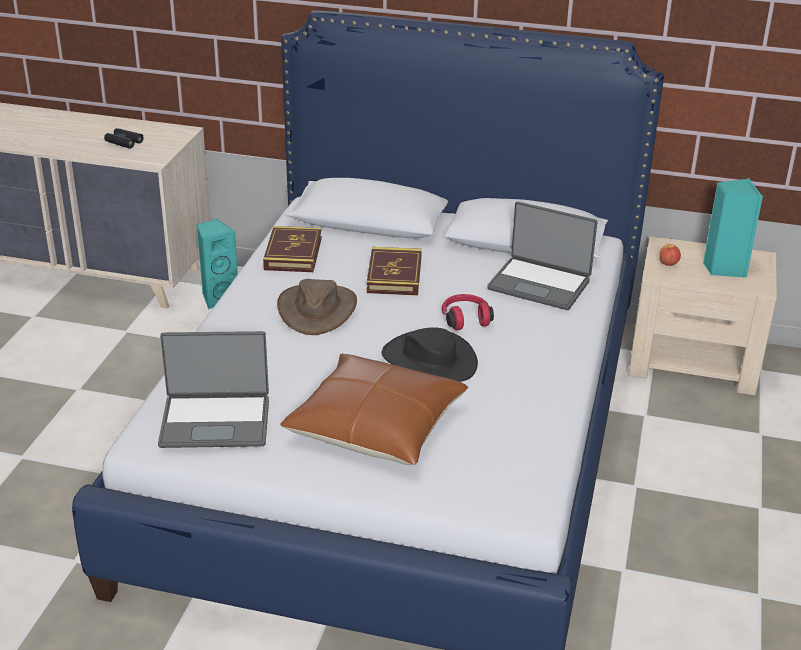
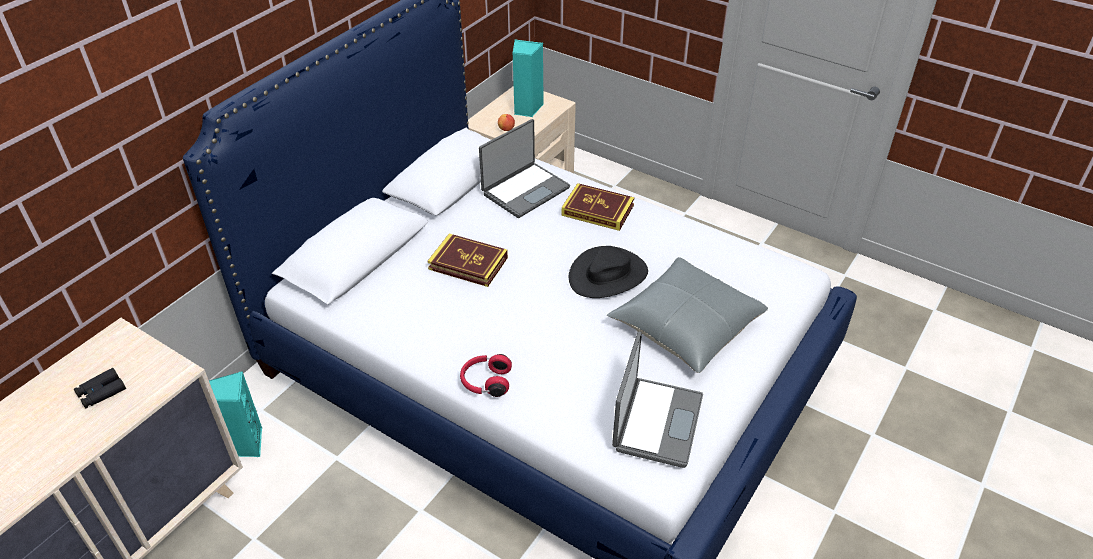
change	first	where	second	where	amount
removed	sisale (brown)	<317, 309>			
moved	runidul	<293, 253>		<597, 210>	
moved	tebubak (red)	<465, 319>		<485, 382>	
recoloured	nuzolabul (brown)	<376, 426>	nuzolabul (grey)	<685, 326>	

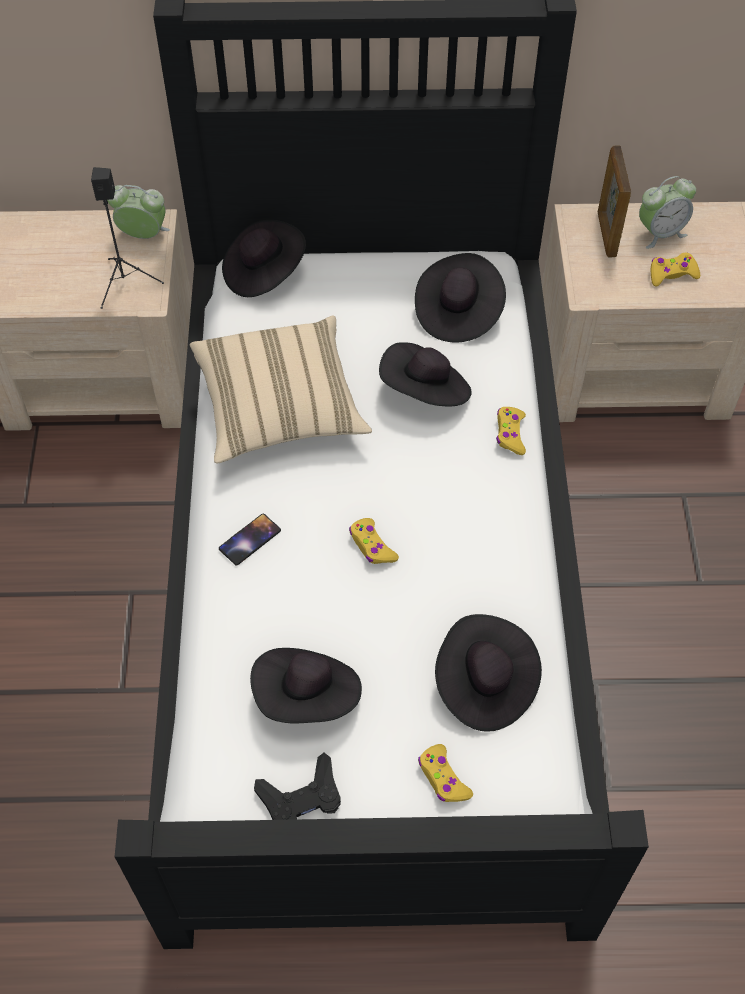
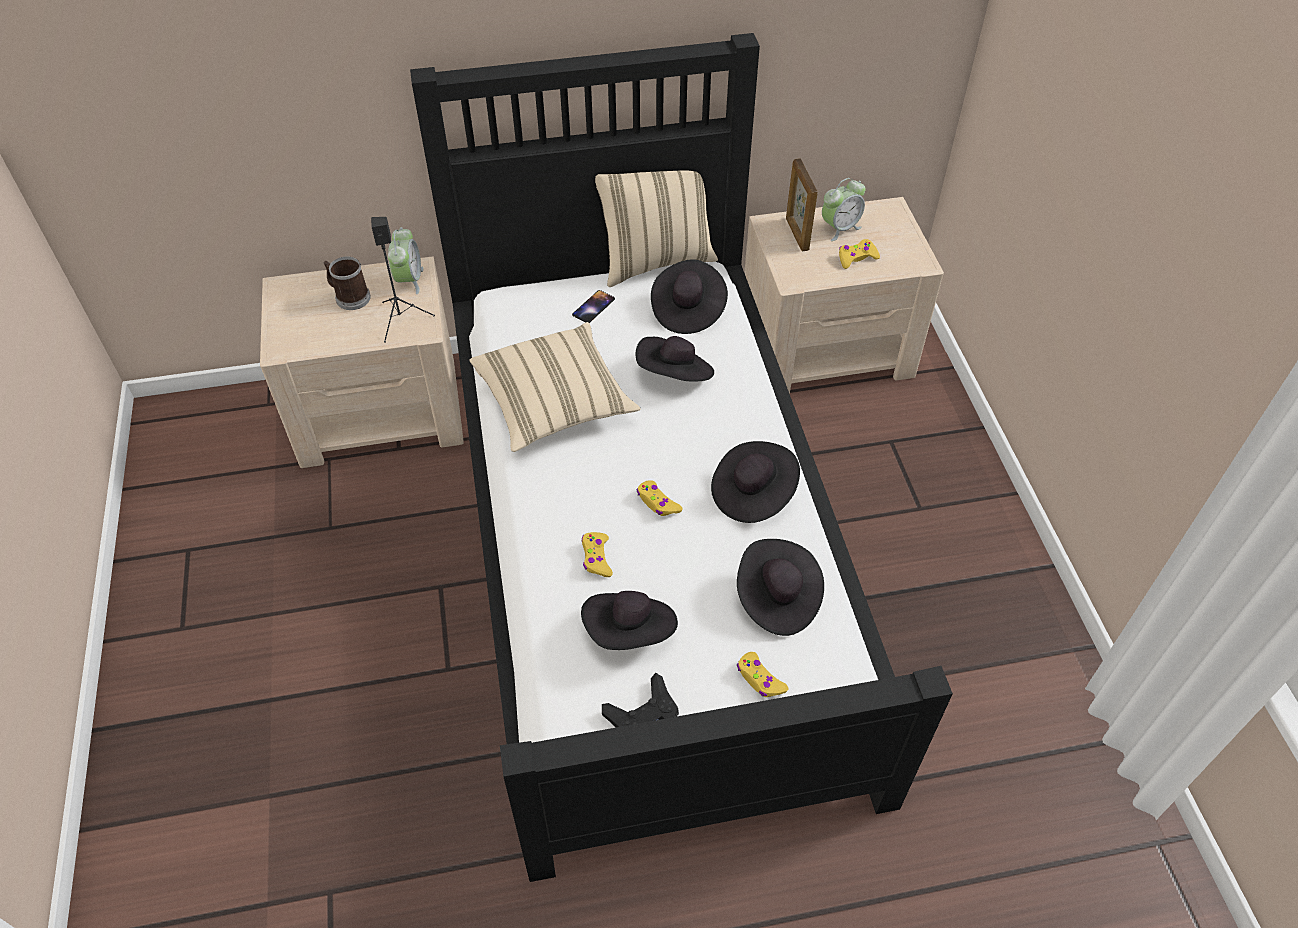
change	first	where	second	where	amount
added			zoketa	<349, 297>	
added			nuzolabul (beige)	<655, 260>	
moved	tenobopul	<249, 539>		<593, 307>	
moved	sisale (black)	<263, 273>		<753, 494>	
moved	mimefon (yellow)	<510, 434>		<596, 558>	
turned	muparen	<143, 235>		<409, 280>	90 degrees clockwise

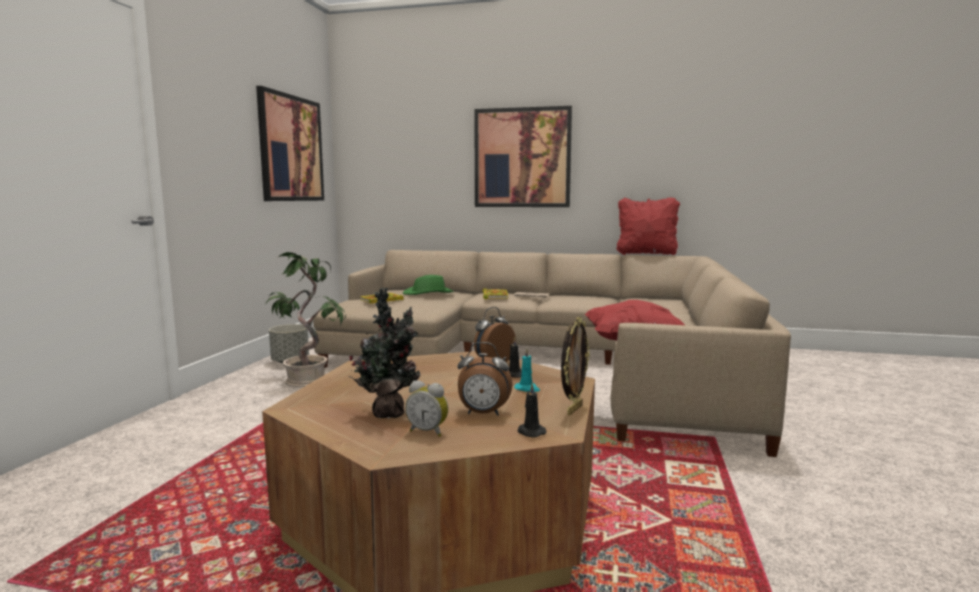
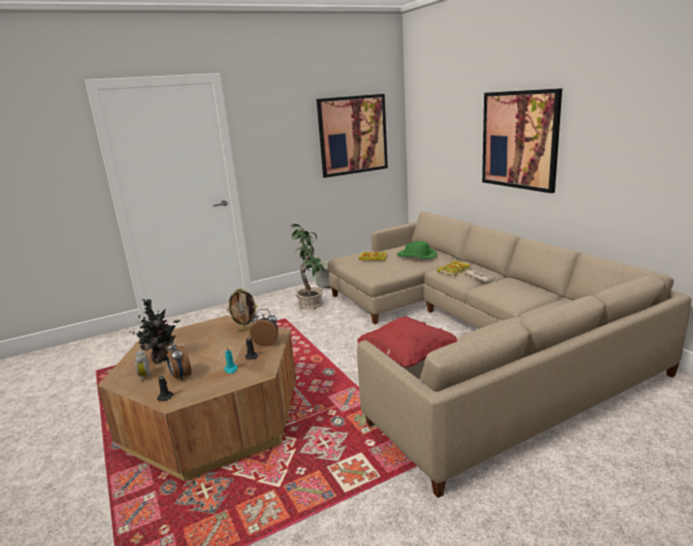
change	first	where	second	where	amount
removed	nuzolabul (red)	<646, 254>			
moved	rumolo	<573, 409>		<245, 330>	

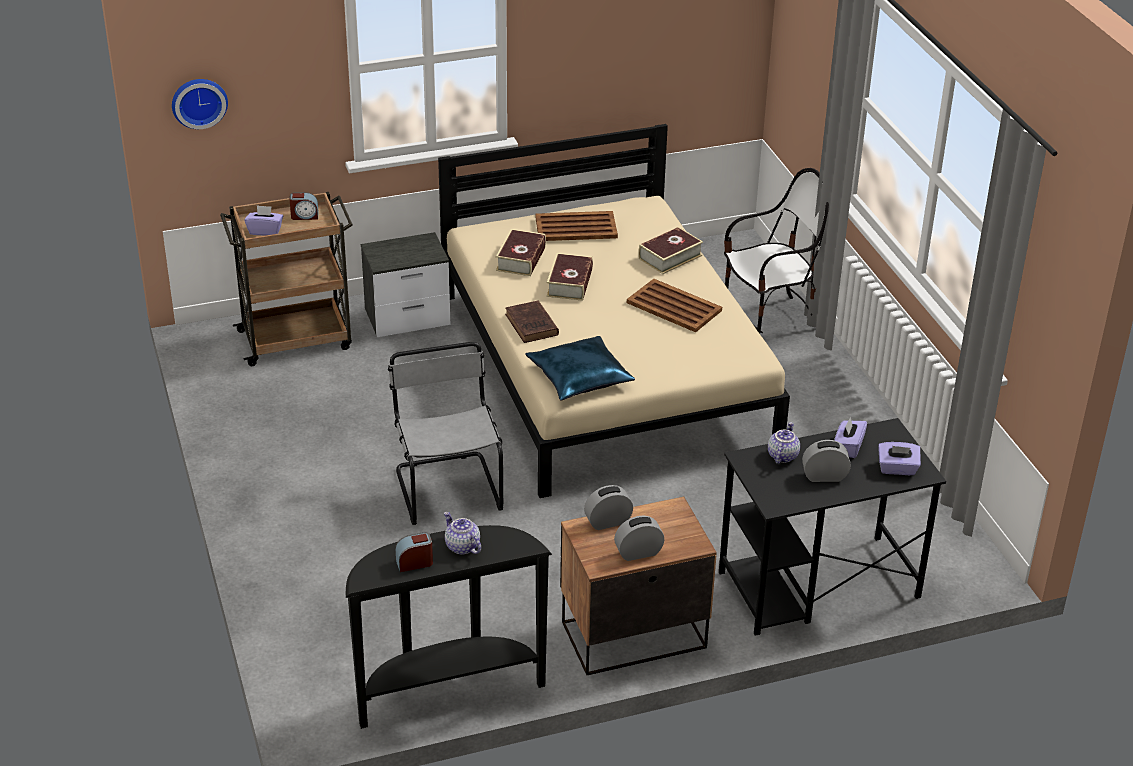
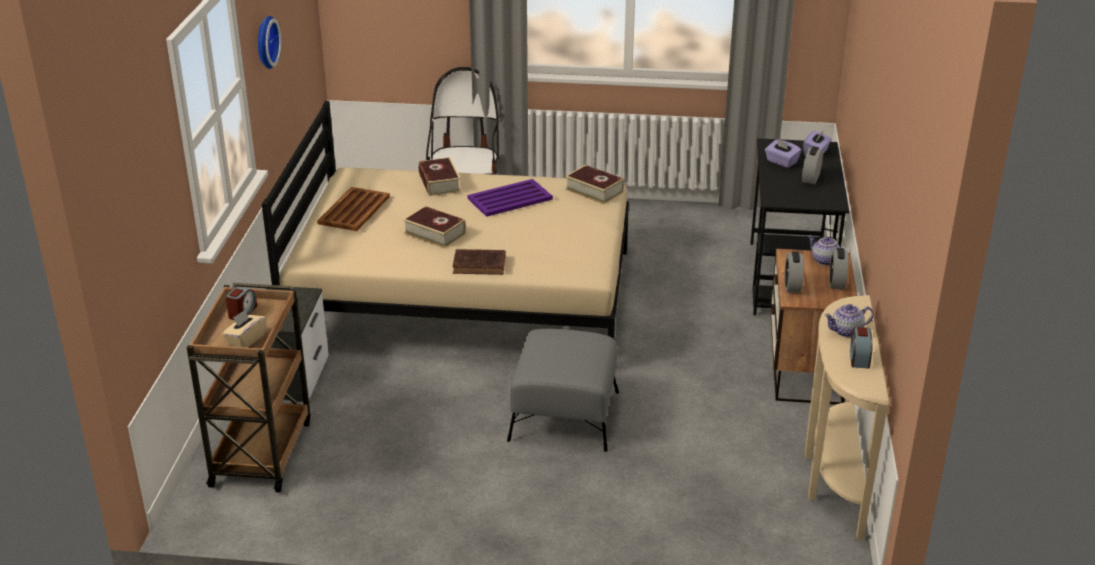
change	first	where	second	where	amount
removed	nuzolabul (blue)	<580, 378>			
moved	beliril	<199, 101>		<264, 42>	
moved	runidul	<521, 259>		<594, 190>	
moved	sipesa	<782, 455>		<824, 261>	
replaced	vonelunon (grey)	<447, 487>	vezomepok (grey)	<565, 415>	
recoloured	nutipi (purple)	<265, 231>	nutipi (beige)	<246, 340>	
recoloured	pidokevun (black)	<447, 689>	pidokevun (beige)	<832, 479>	
recoloured	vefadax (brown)	<673, 306>	vefadax (purple)	<509, 199>	

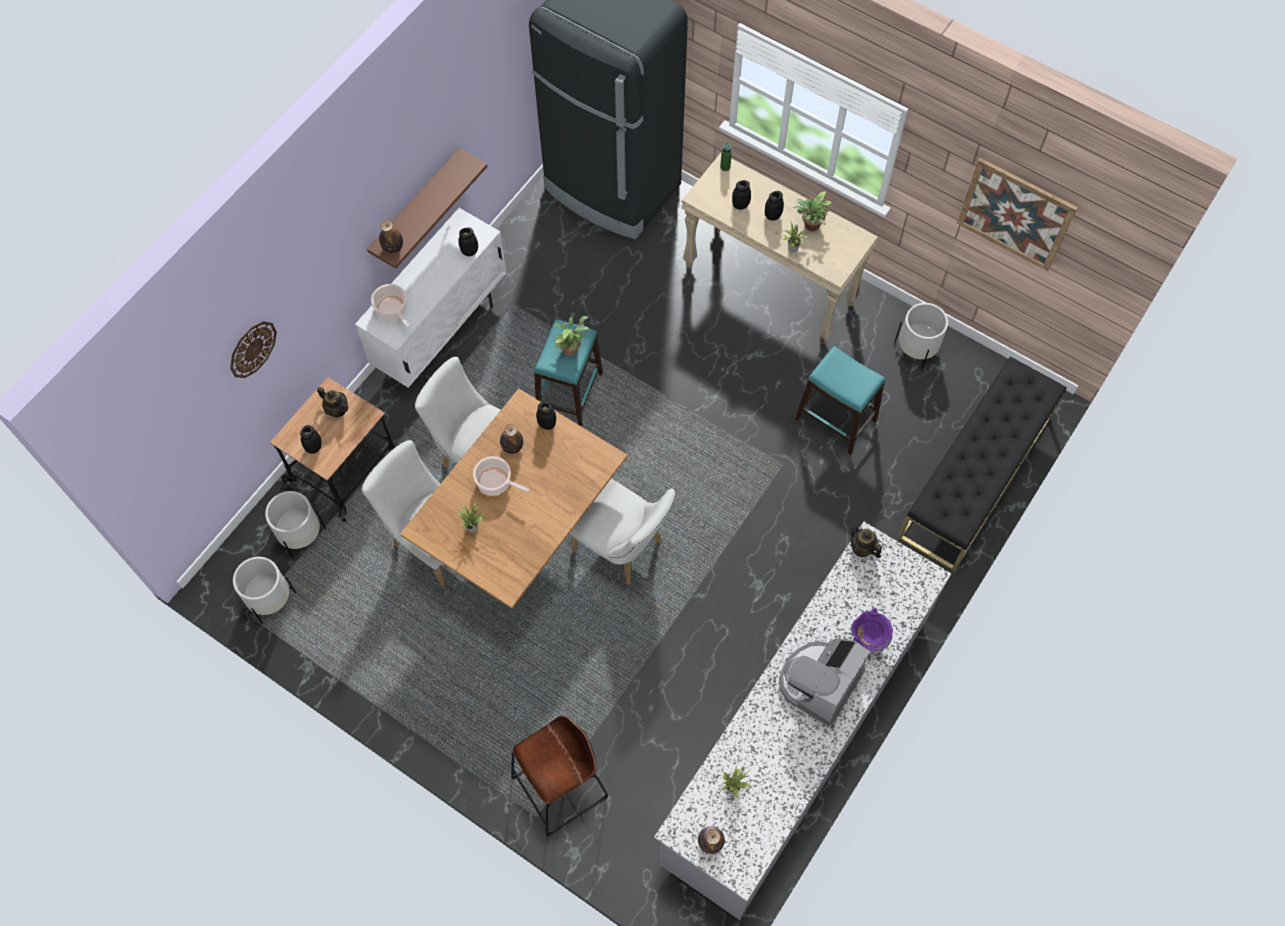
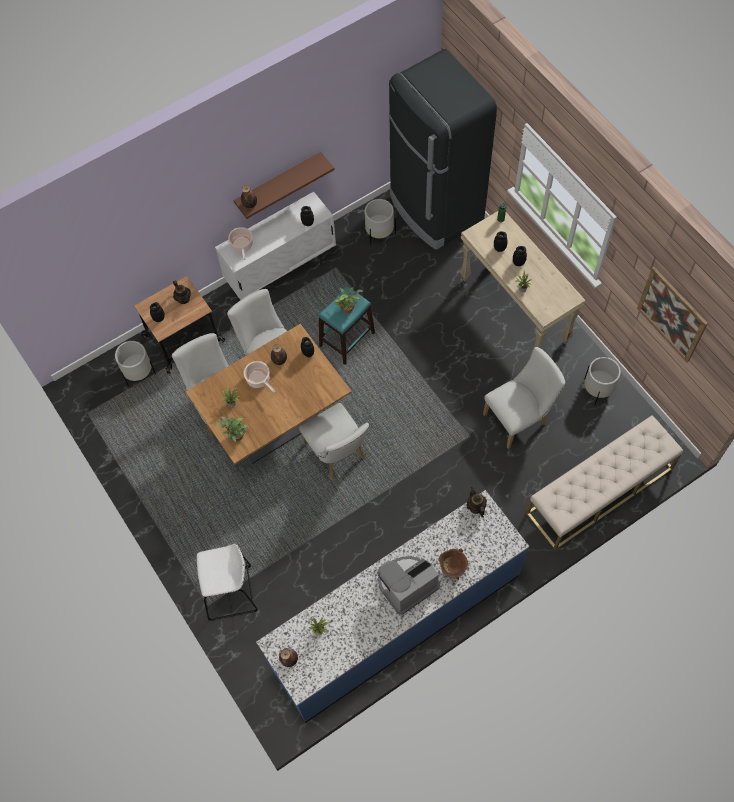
change	first	where	second	where	amount
removed	beliril	<252, 349>			
moved	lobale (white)	<271, 600>		<379, 233>	
moved	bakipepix	<810, 226>		<235, 436>	
replaced	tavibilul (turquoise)	<836, 419>	vonelunon (white)	<519, 418>	
recoloured	tavibilul (brown)	<560, 787>	tavibilul (white)	<230, 593>	
recoloured	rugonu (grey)	<794, 738>	rugonu (blue)	<395, 620>	
recoloured	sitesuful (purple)	<868, 639>	sitesuful (brown)	<452, 568>	
recoloured	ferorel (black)	<975, 476>	ferorel (beige)	<599, 491>	

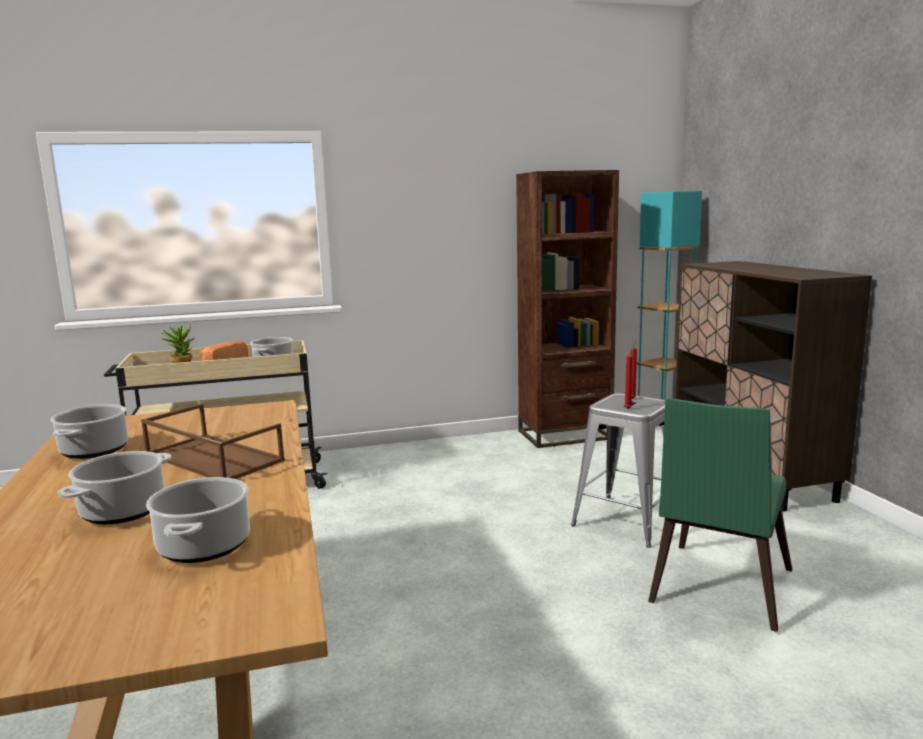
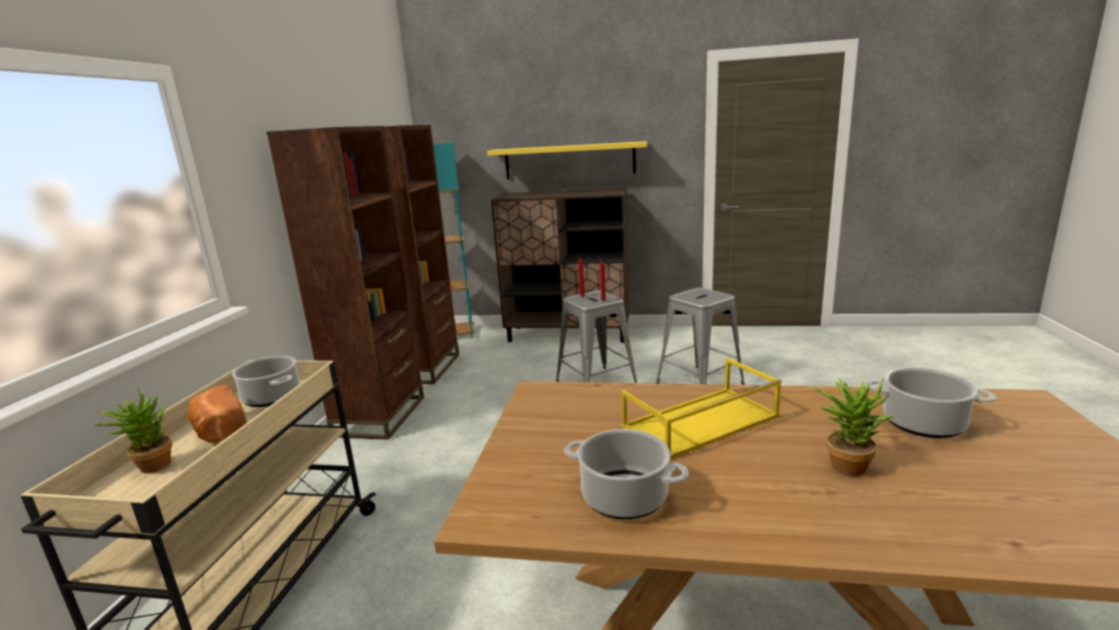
change	first	where	second	where	amount
added			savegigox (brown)	<380, 416>	
added			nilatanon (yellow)	<569, 161>	
replaced	sitesuful	<123, 512>	bakipepix	<845, 463>	
replaced	vonelunon (green)	<717, 590>	tavibilul (grey)	<699, 383>	
recoloured	vefadax (brown)	<211, 458>	vefadax (yellow)	<700, 423>	

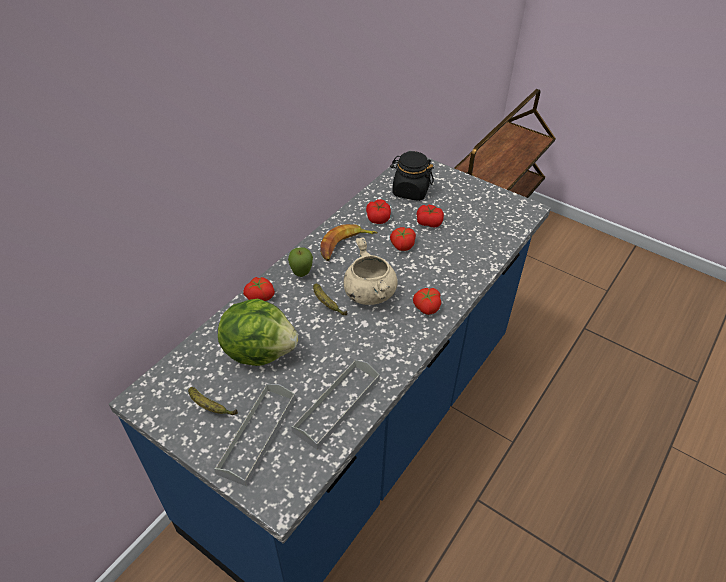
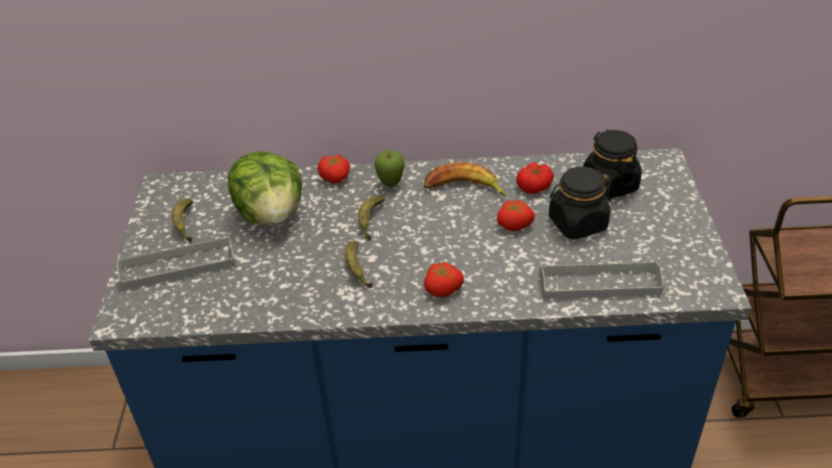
change	first	where	second	where	amount
removed	sitesuful (beige)	<368, 292>			
added			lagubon	<357, 269>	
moved	vefadax (grey)	<337, 405>		<599, 284>	
replaced	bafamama	<429, 222>	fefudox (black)	<577, 223>	

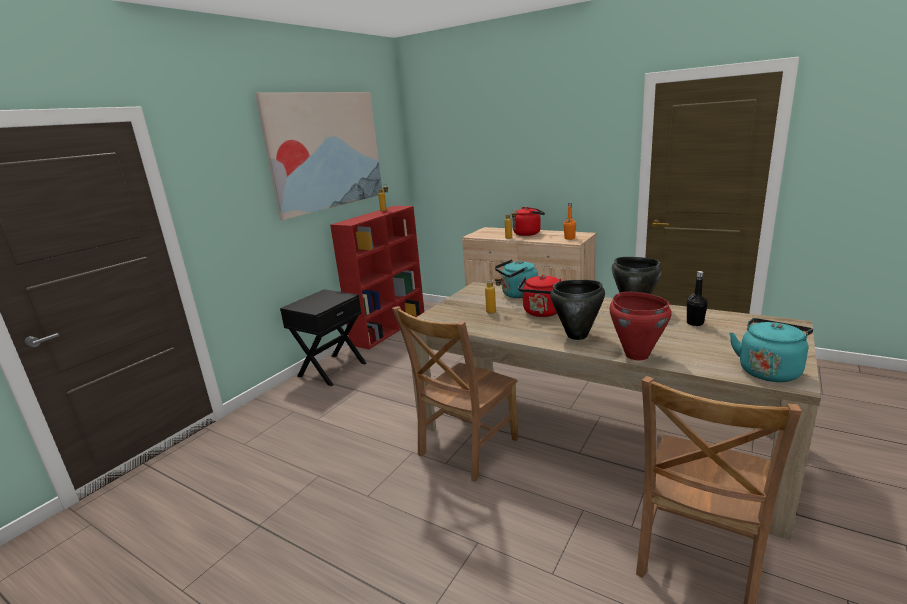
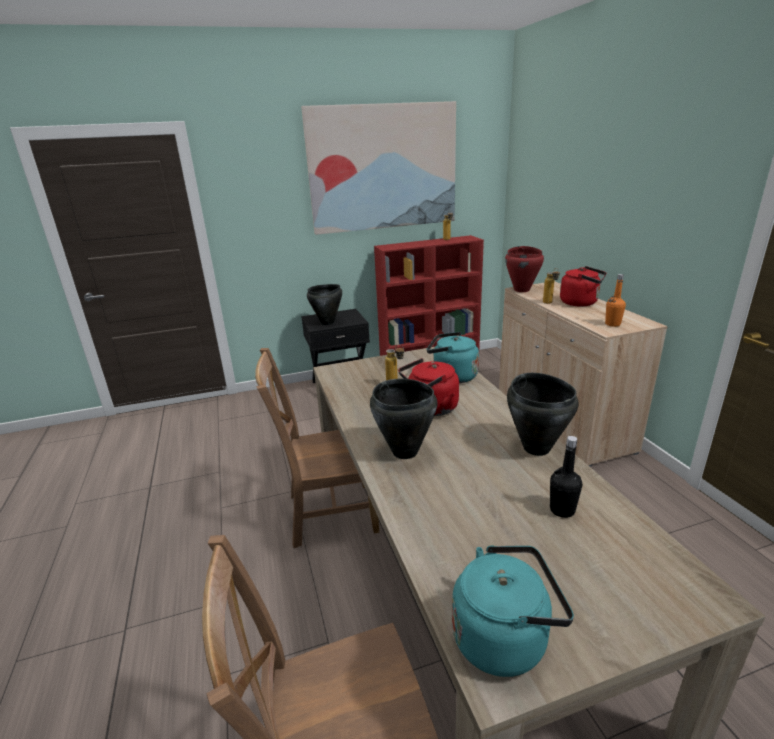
change	first	where	second	where	amount
added			sitesuful (black)	<327, 322>	
moved	sitesuful (red)	<636, 355>		<522, 290>	

